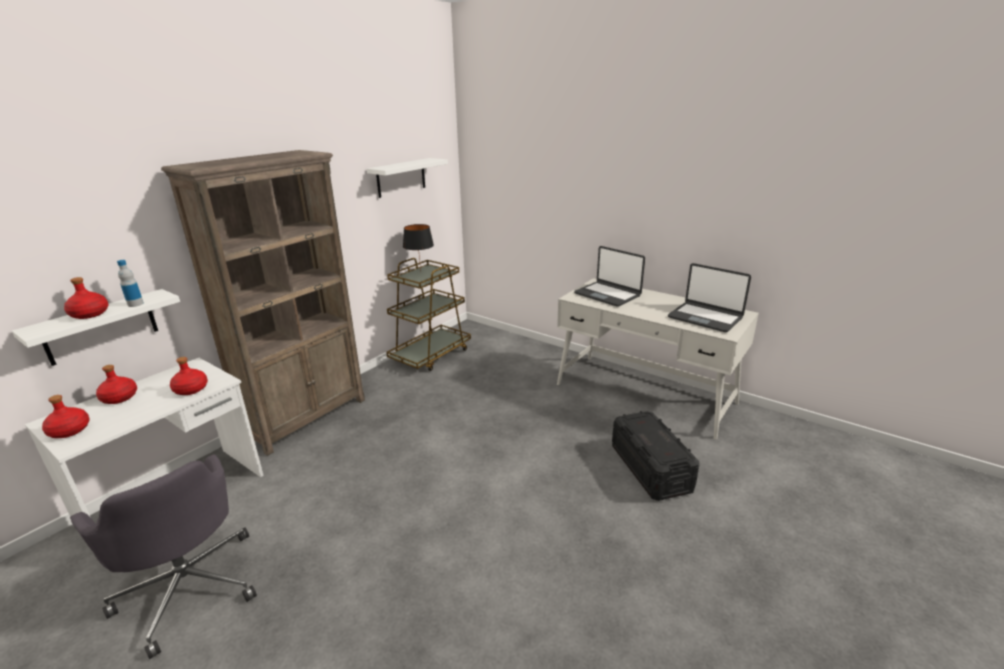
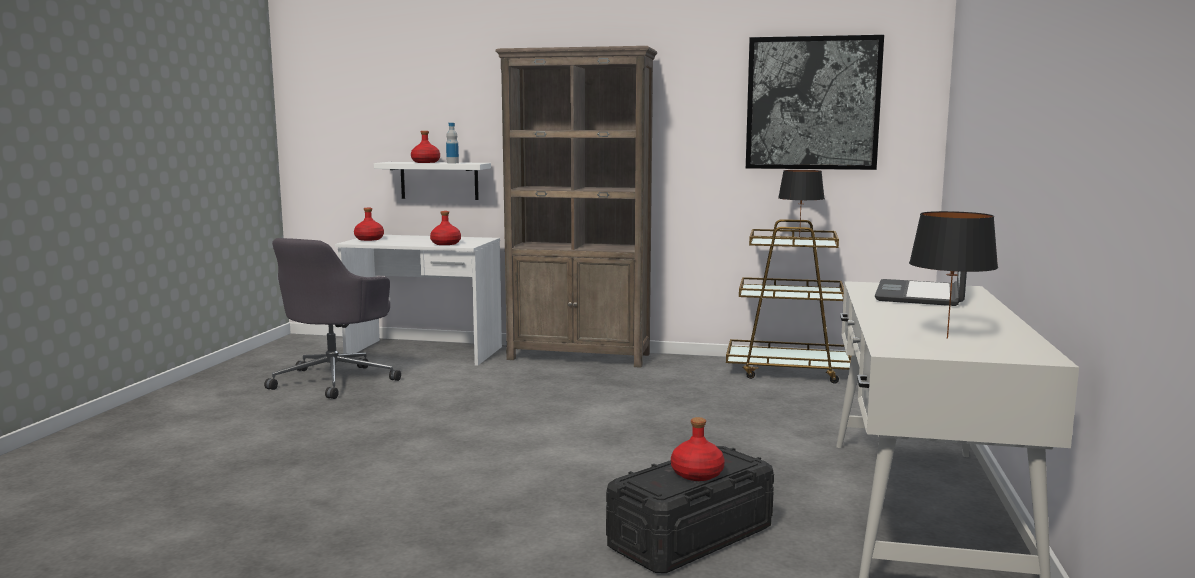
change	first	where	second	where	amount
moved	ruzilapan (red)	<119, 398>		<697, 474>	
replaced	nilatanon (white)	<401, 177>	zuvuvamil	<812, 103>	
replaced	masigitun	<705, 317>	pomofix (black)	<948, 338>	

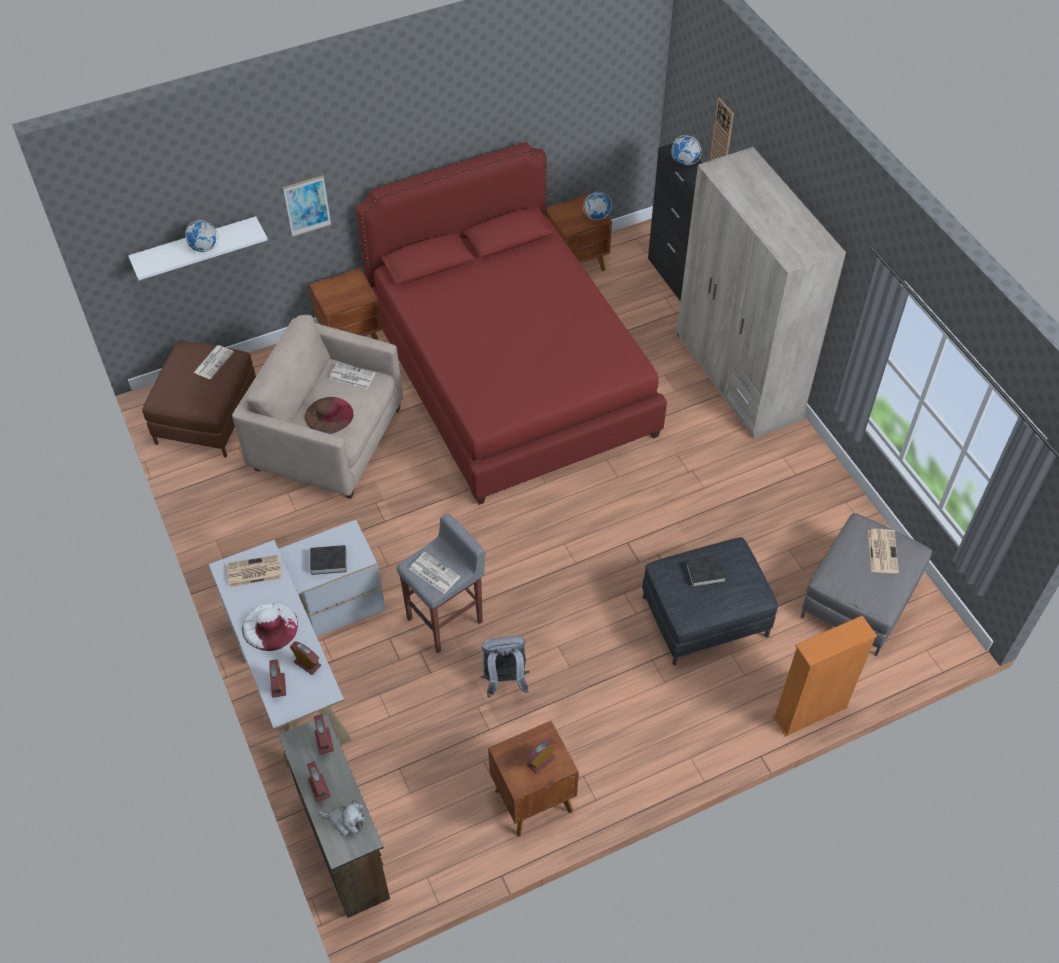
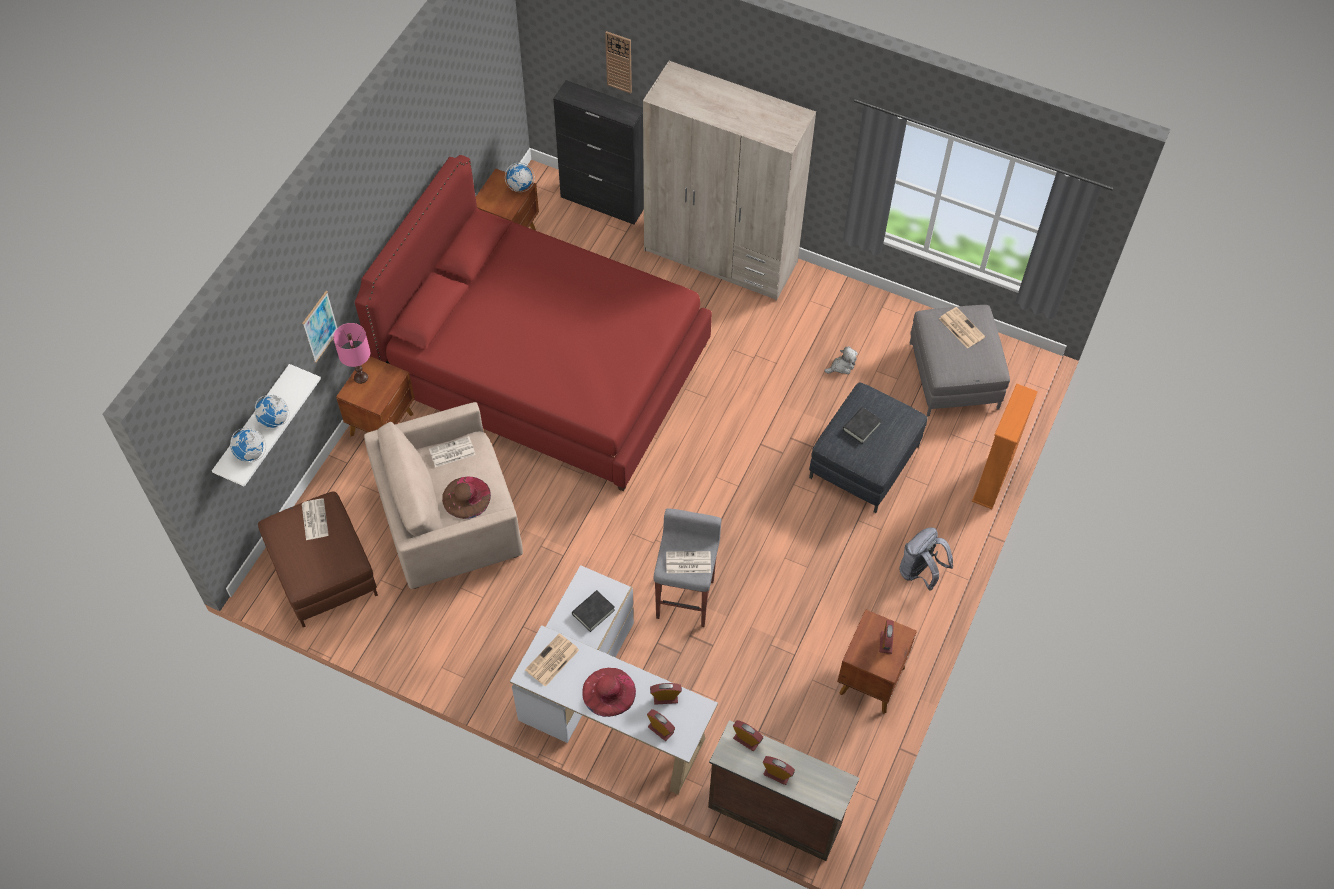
change	first	where	second	where	amount
added			pomofix (pink)	<361, 377>	
moved	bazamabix	<345, 820>		<842, 366>	
moved	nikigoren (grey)	<504, 681>		<920, 572>	
moved	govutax	<684, 162>		<251, 454>	
recoloured	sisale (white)	<270, 626>	sisale (red)	<609, 692>	

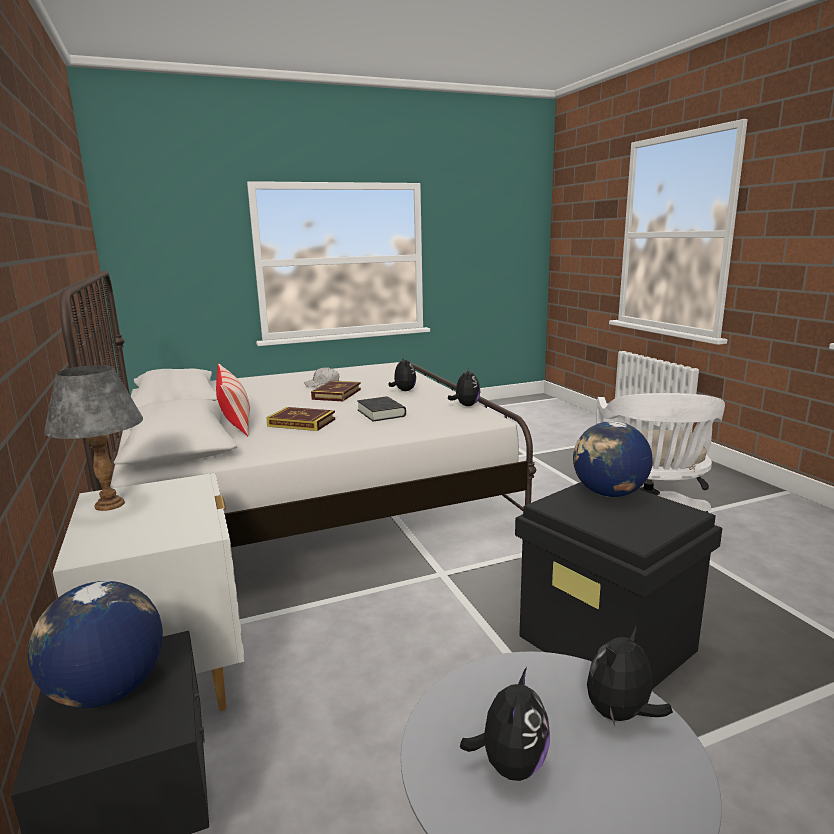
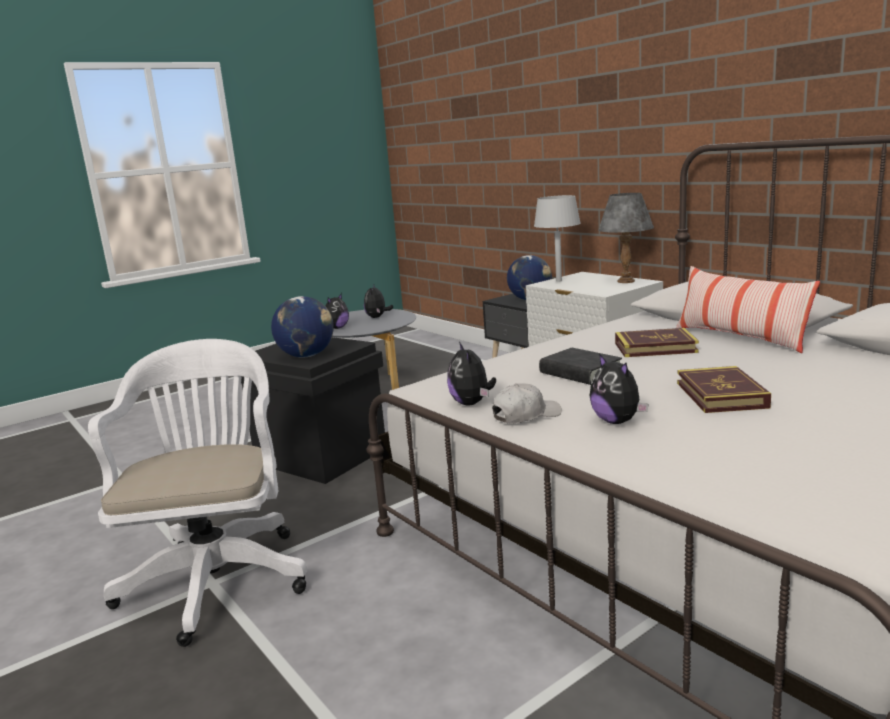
change	first	where	second	where	amount
added			pomofix (grey)	<559, 281>	
moved	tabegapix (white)	<322, 384>		<526, 415>	

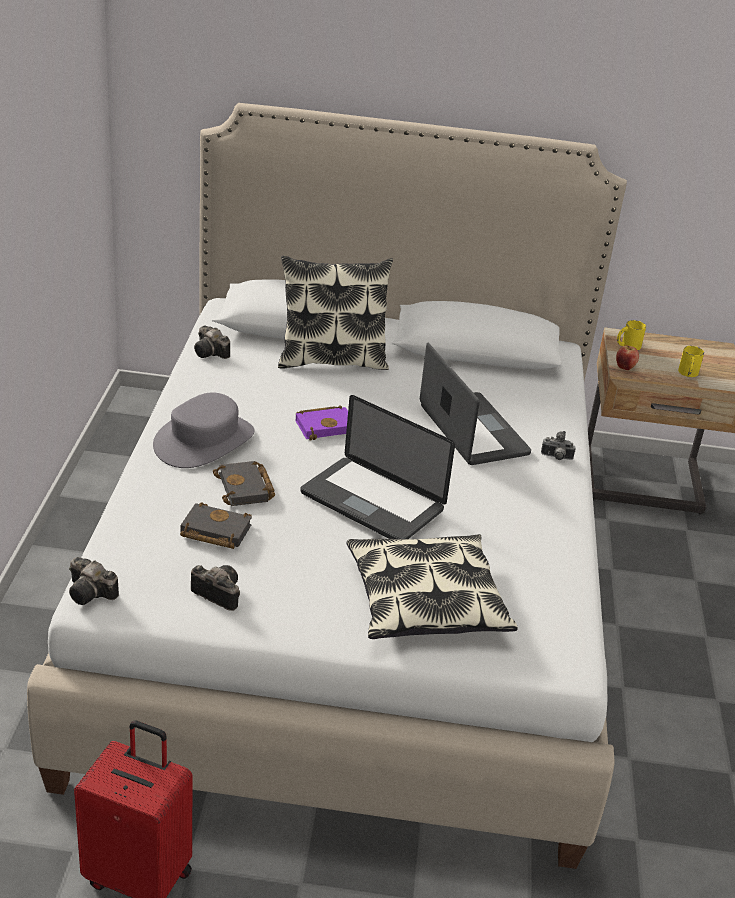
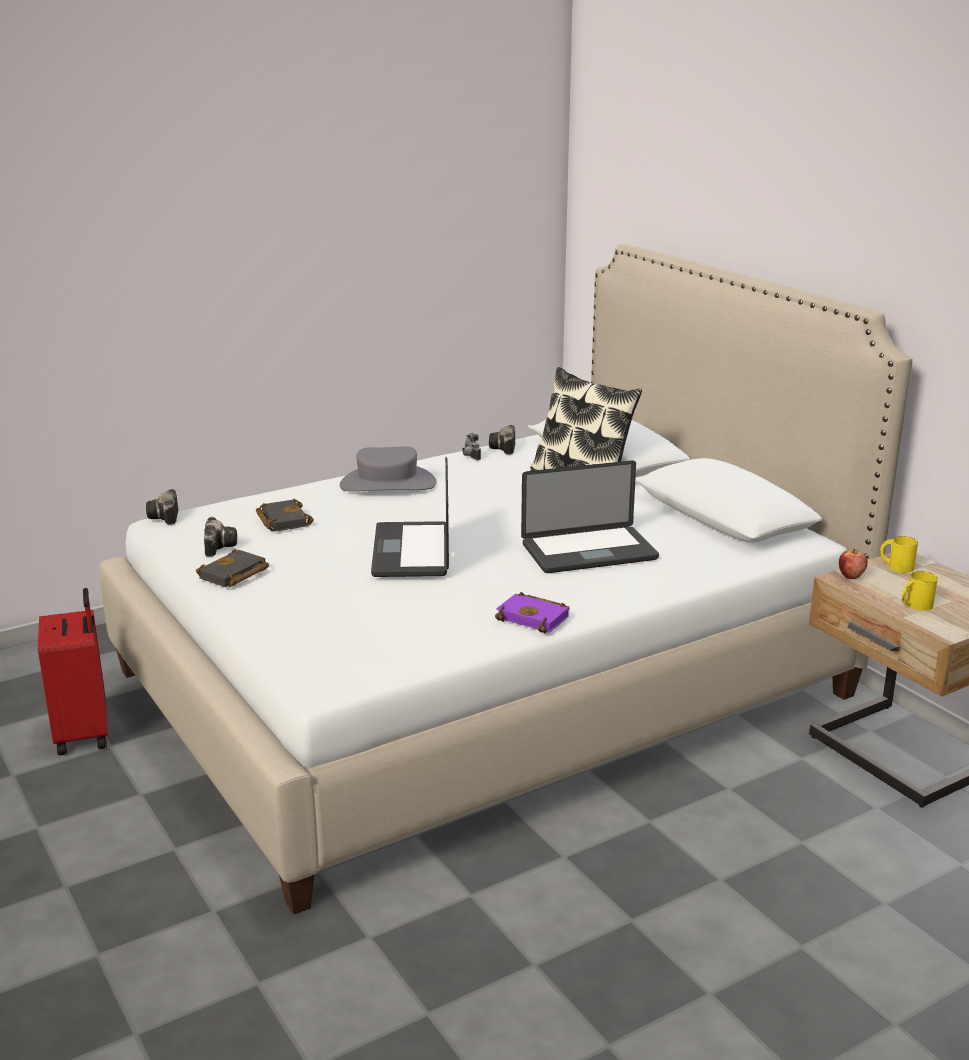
change	first	where	second	where	amount
removed	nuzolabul	<425, 601>			
moved	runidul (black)	<246, 489>		<233, 575>	
moved	runidul (purple)	<326, 426>		<535, 617>	
moved	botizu	<556, 458>		<470, 457>	
turned	masigitun	<473, 430>		<589, 552>	45 degrees clockwise

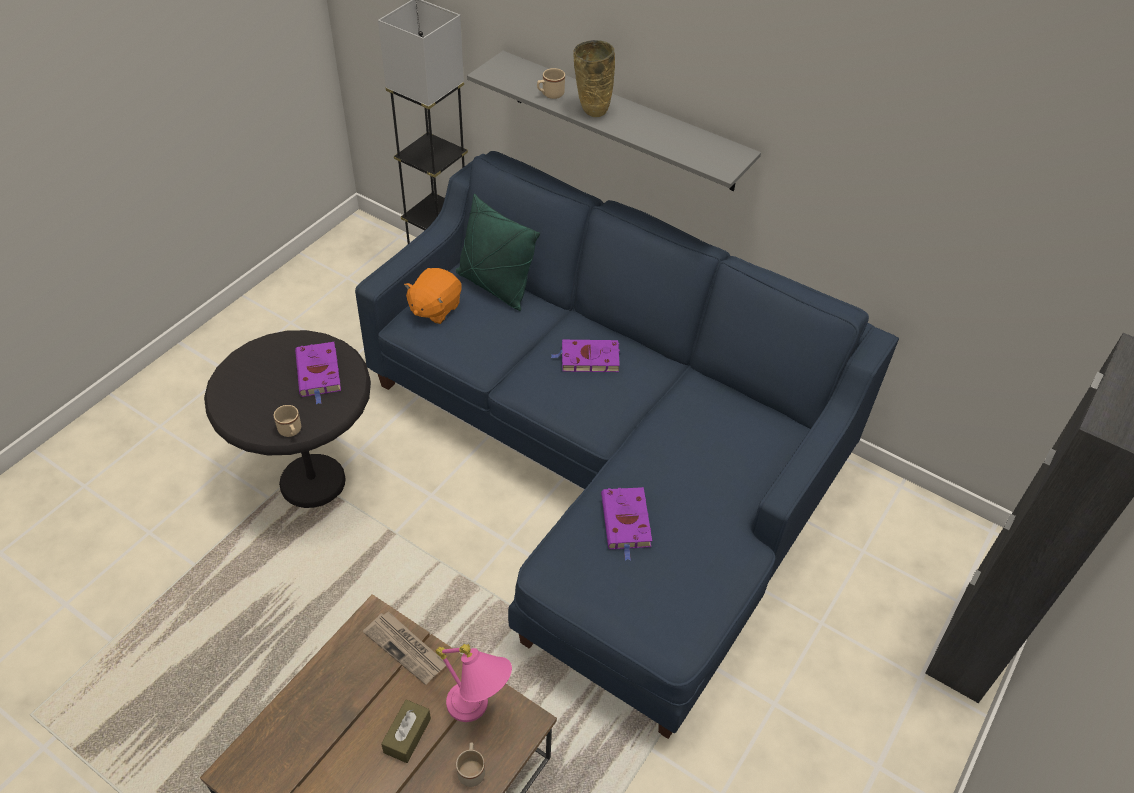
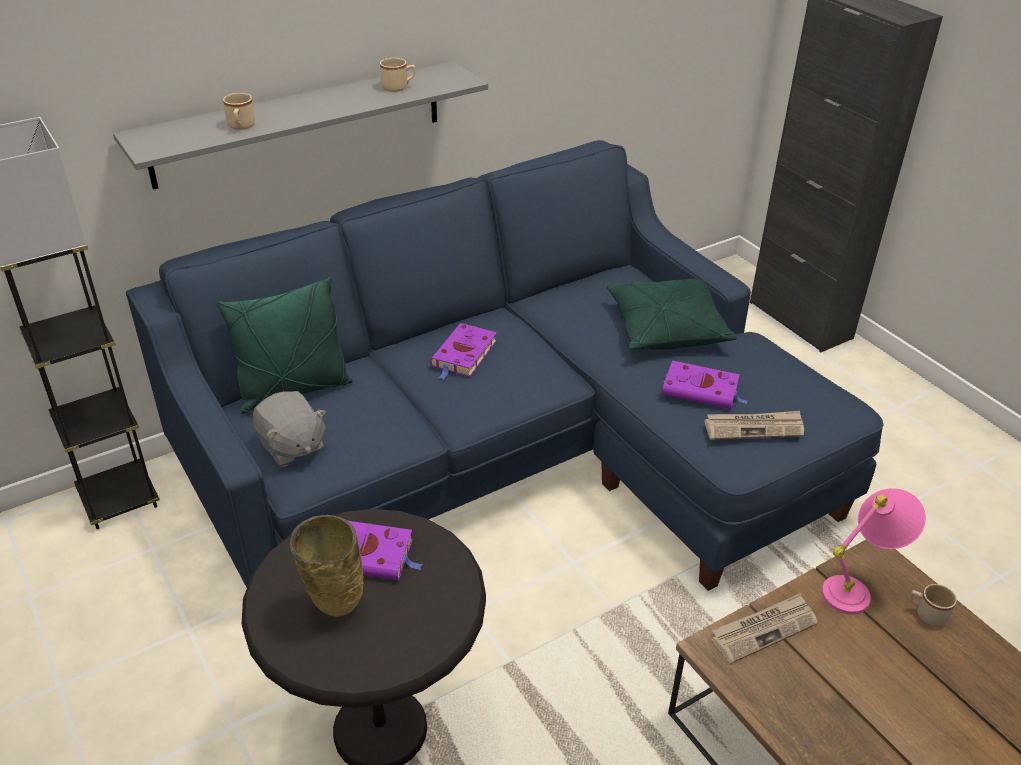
change	first	where	second	where	amount
removed	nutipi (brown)	<407, 735>			
added			nuzolabul (green)	<666, 329>	
added			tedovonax	<754, 427>	
moved	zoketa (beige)	<291, 432>		<398, 87>	
moved	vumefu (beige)	<592, 111>		<334, 607>	
recoloured	bazamabix (orange)	<434, 308>	bazamabix (grey)	<291, 447>	

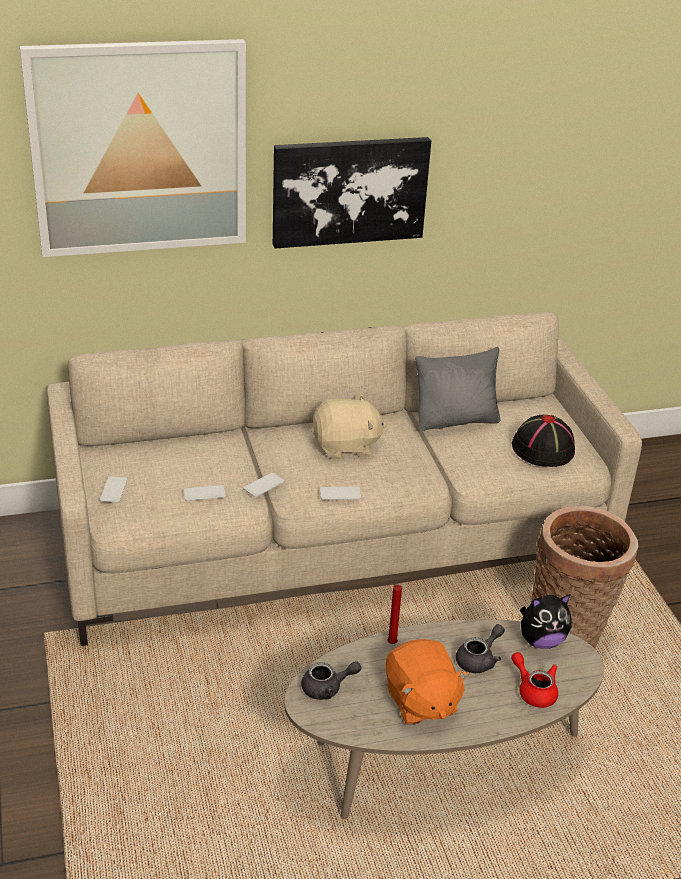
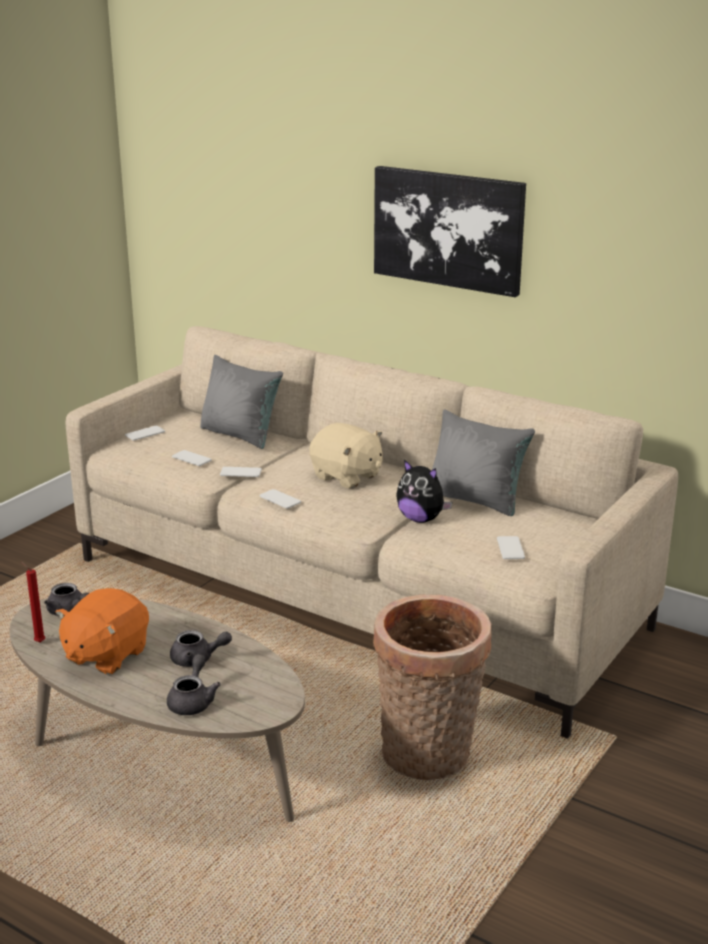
change	first	where	second	where	amount
removed	zuvuvamil	<139, 148>			
added			nuzolabul (grey)	<240, 435>	
moved	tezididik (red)	<390, 644>		<38, 642>	
moved	bazamabix	<541, 641>		<421, 519>	
replaced	sisale (black)	<543, 450>	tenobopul	<510, 548>	
recoloured	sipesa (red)	<534, 691>	sipesa (grey)	<193, 701>	

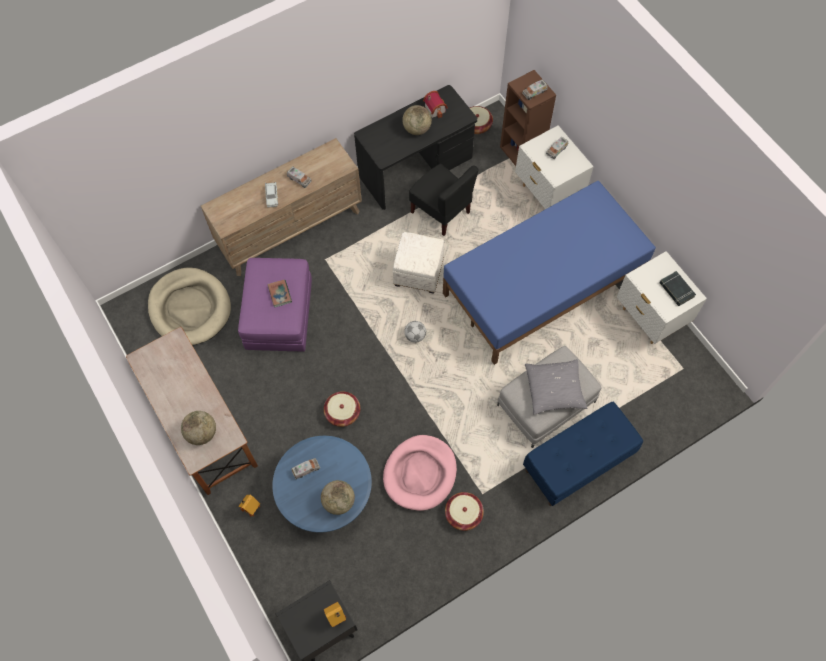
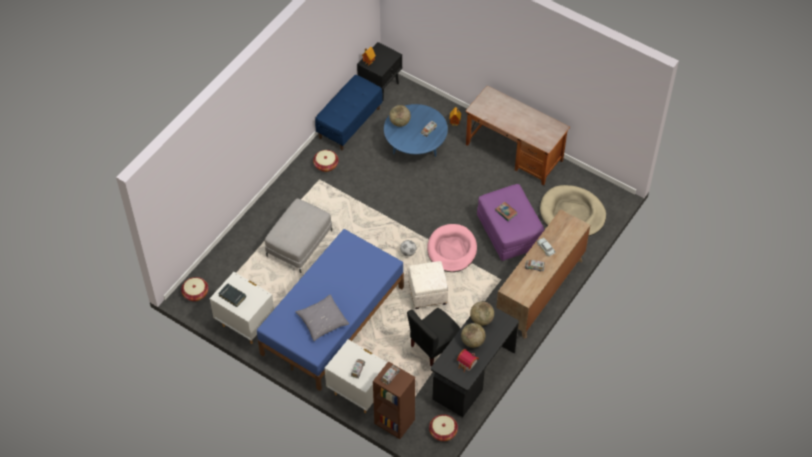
change	first	where	second	where	amount
moved	govutax	<202, 433>		<481, 319>	
moved	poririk	<342, 412>		<195, 293>	
moved	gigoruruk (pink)	<420, 474>		<452, 250>	
moved	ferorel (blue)	<577, 463>		<349, 123>	
moved	nuzolabul (grey)	<554, 389>		<322, 321>	
turned	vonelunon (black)	<441, 212>		<434, 347>	60 degrees counterclockwise

